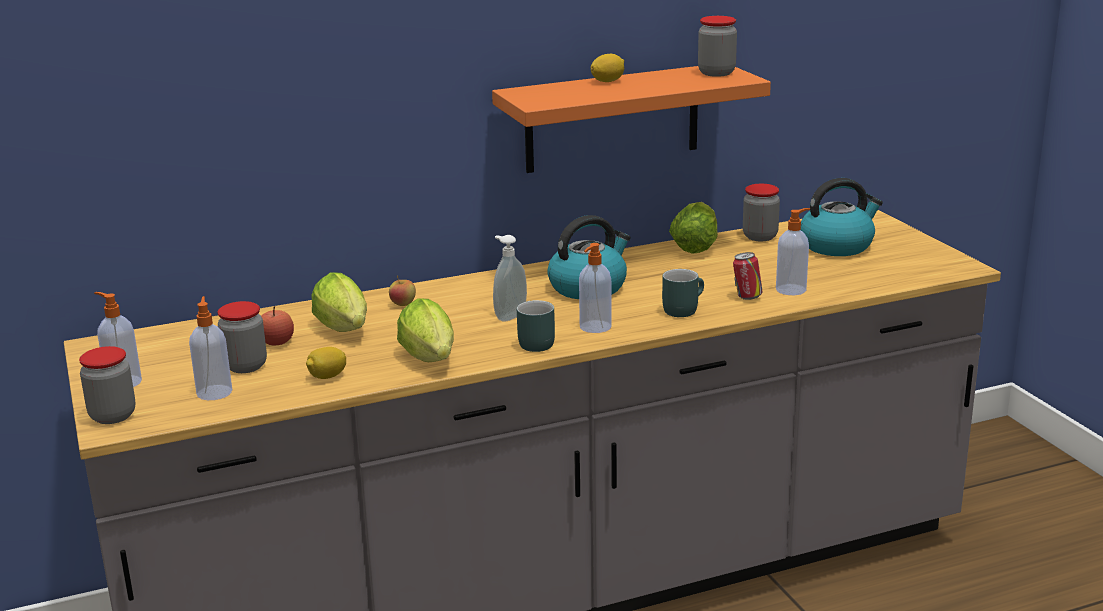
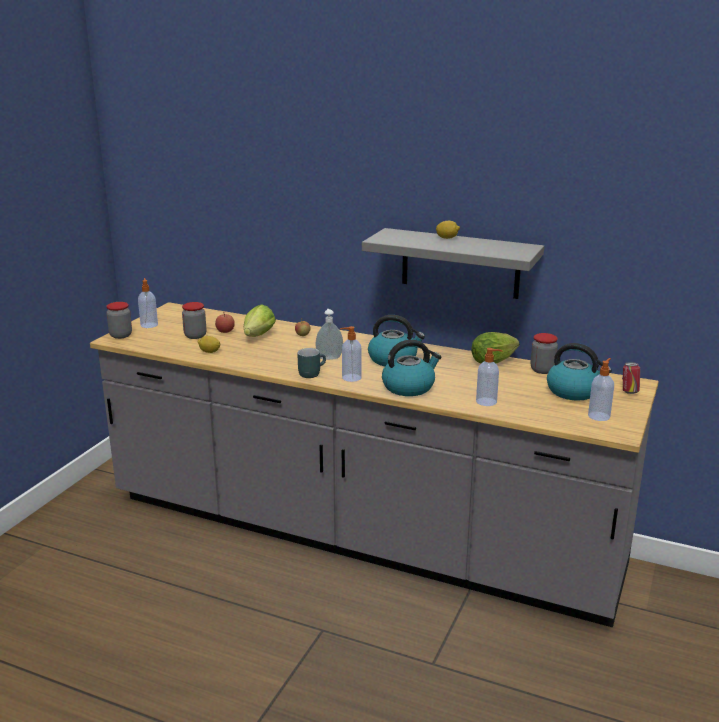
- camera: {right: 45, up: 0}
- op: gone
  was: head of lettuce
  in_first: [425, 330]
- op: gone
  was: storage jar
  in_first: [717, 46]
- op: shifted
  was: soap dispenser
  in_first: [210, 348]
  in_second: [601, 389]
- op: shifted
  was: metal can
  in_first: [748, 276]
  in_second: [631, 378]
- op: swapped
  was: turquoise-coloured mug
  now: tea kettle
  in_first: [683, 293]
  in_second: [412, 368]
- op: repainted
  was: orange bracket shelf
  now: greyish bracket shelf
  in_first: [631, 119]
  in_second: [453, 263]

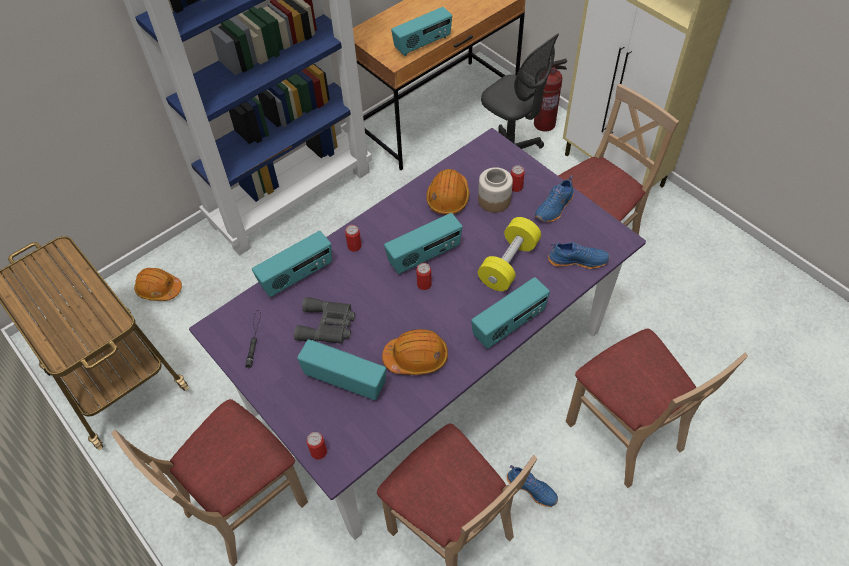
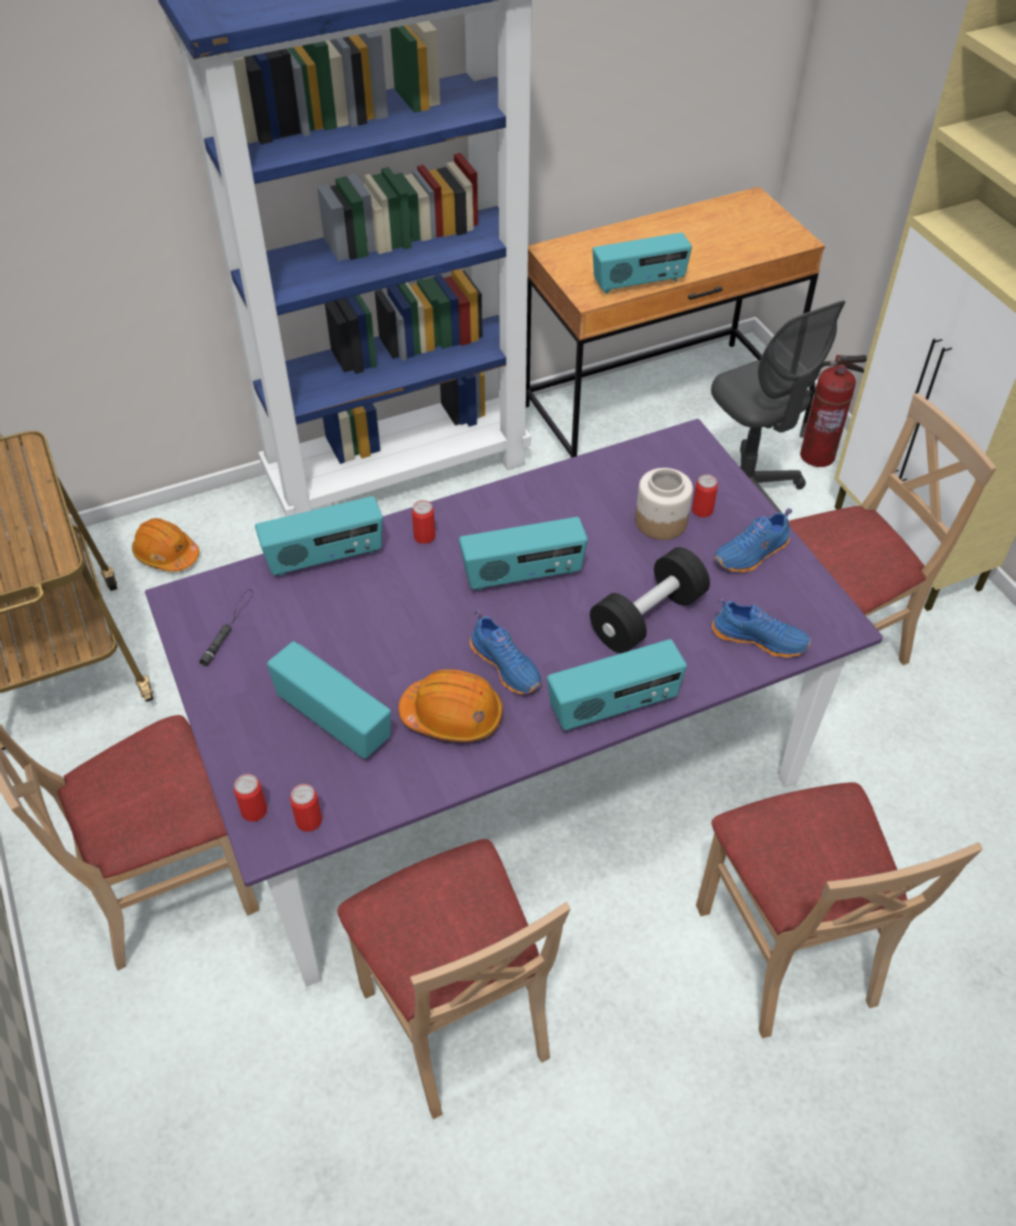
- camera: {right: 15, up: -5}
- op: gone
  was: greyish field glasses
  in_first: [324, 320]
- op: gone
  was: orange hard hat
  in_first: [447, 192]
- op: shifted
  was: metal can
  in_first: [424, 276]
  in_second: [306, 808]
- op: shifted
  was: blue low shoe
  in_first: [532, 486]
  in_second: [506, 652]
- op: repainted
  was: yellow-coloured free weight
  now: blackish free weight
  in_first: [509, 254]
  in_second: [650, 600]

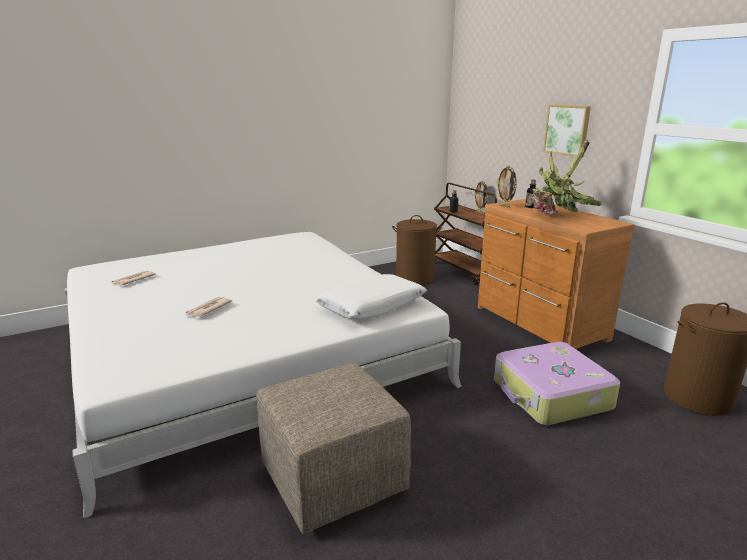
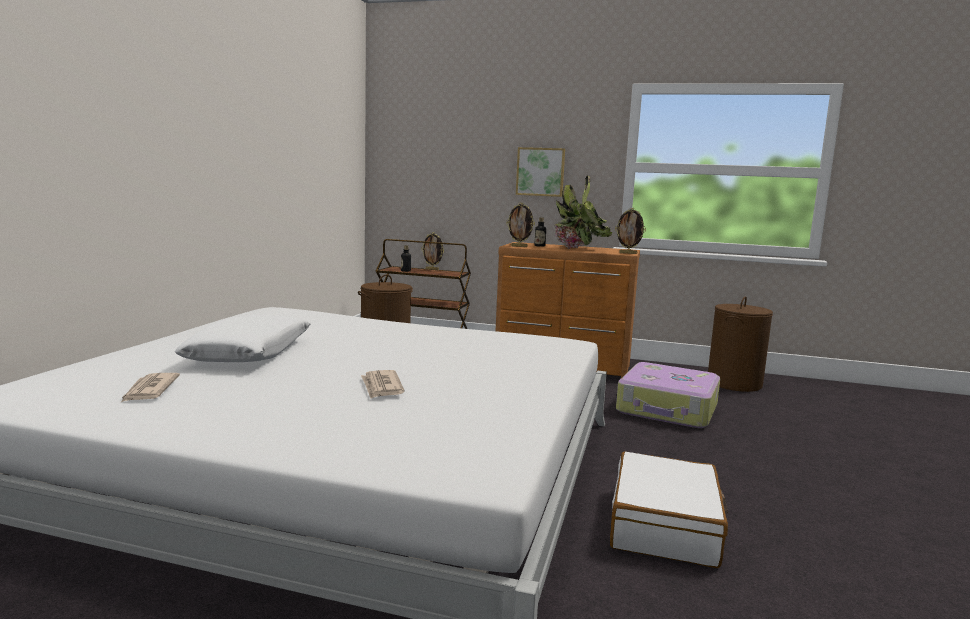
- camera: {right: -45, up: -10}
- op: new
  now: standing frame
  in_second: [630, 231]
- op: shifted
  was: whitish throw pillow
  in_first: [371, 296]
  in_second: [242, 338]
- op: swapped
  was: beige pouffe
  now: whitish piece of luggage
  in_first: [334, 449]
  in_second: [669, 510]

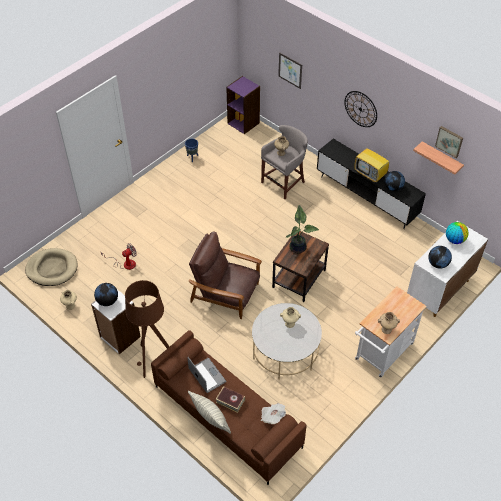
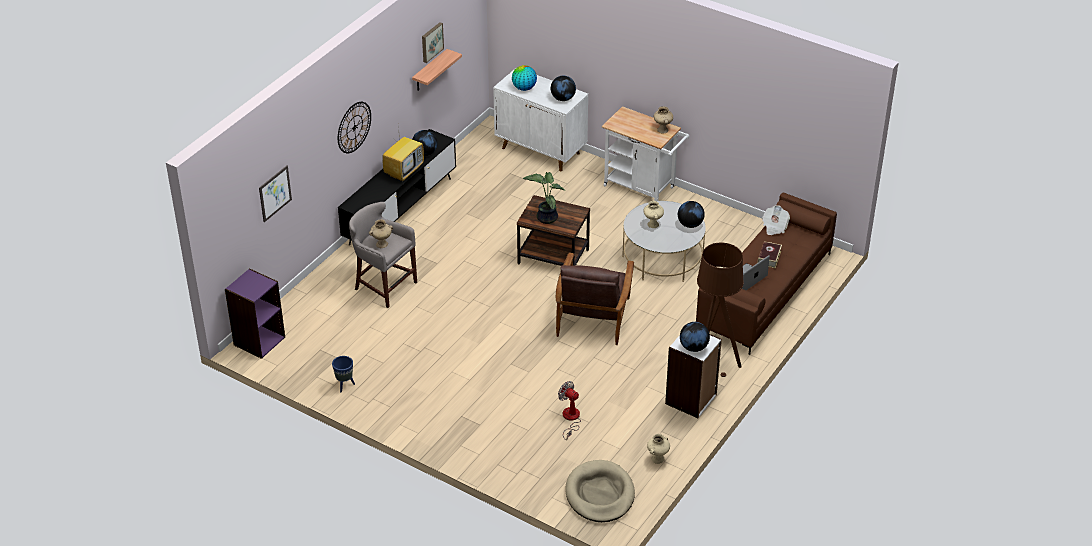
- camera: {right: -100, up: -10}
- op: gone
  was: throw pillow
  in_first: [209, 412]
- op: new
  now: world globe
  in_second: [691, 214]

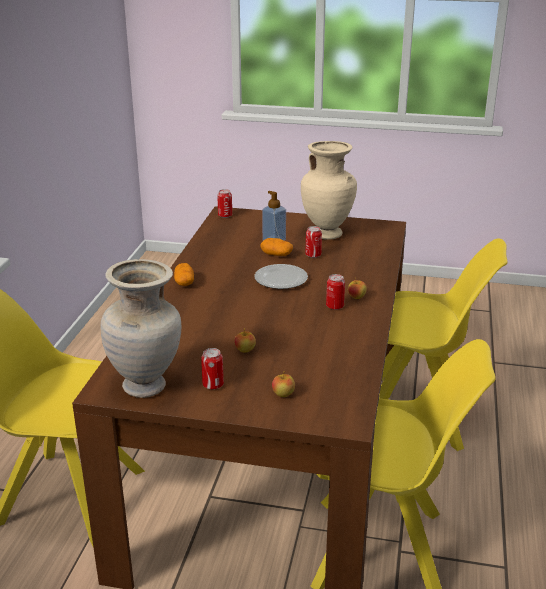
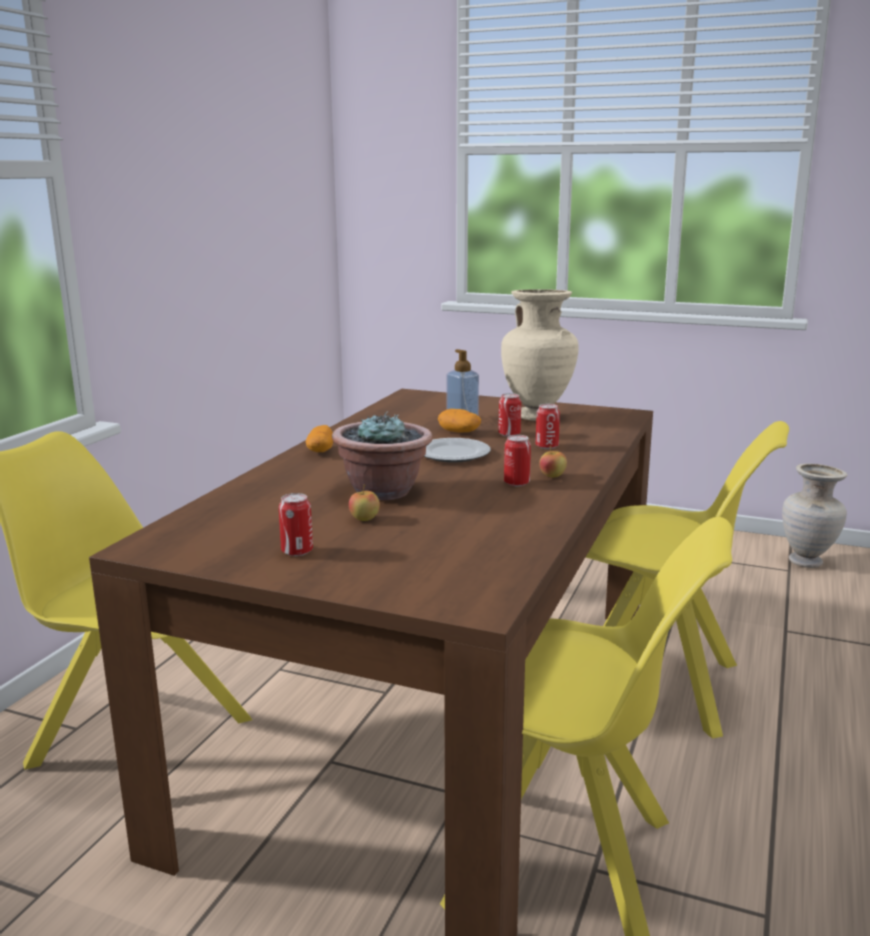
- camera: {right: 10, up: -10}
- op: gone
  was: whole apple
  in_first: [283, 384]
- op: new
  now: plant in a pot
  in_second: [382, 455]
- op: shifted
  was: beige vase
  in_first: [141, 328]
  in_second: [815, 515]
- op: shifted
  was: metal can
  in_first: [224, 203]
  in_second: [548, 426]

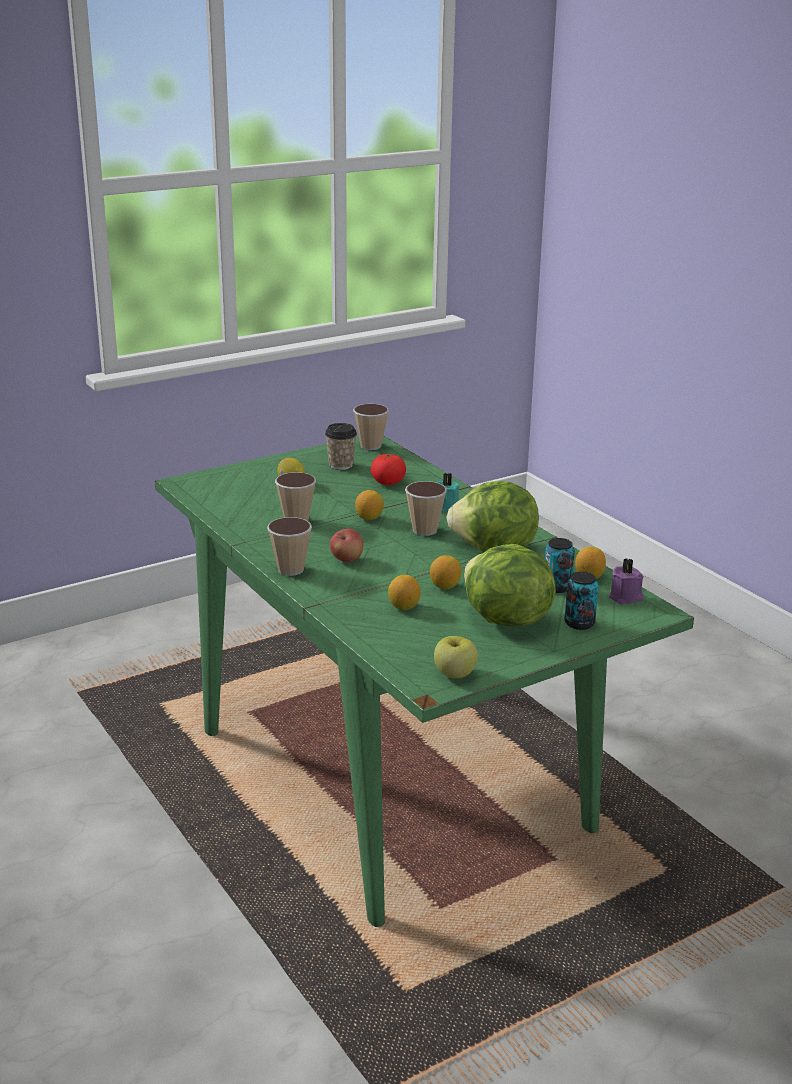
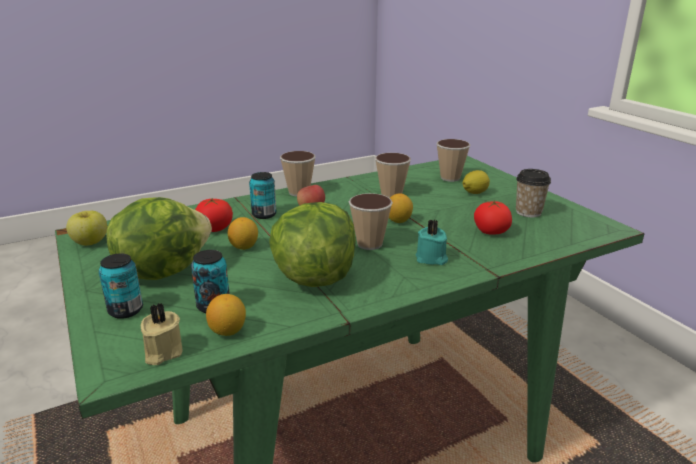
- camera: {right: 95, up: 0}
- op: new
  now: metal can
  in_second: [262, 195]
- op: shifted
  was: small cup
  in_first: [371, 427]
  in_second: [453, 160]
- op: swapped
  was: lemon
  now: fresh tomato
  in_first: [404, 592]
  in_second: [214, 215]
- op: repainted
  was: purple wax light
  now: beige wax light
  in_first: [626, 581]
  in_second: [162, 334]

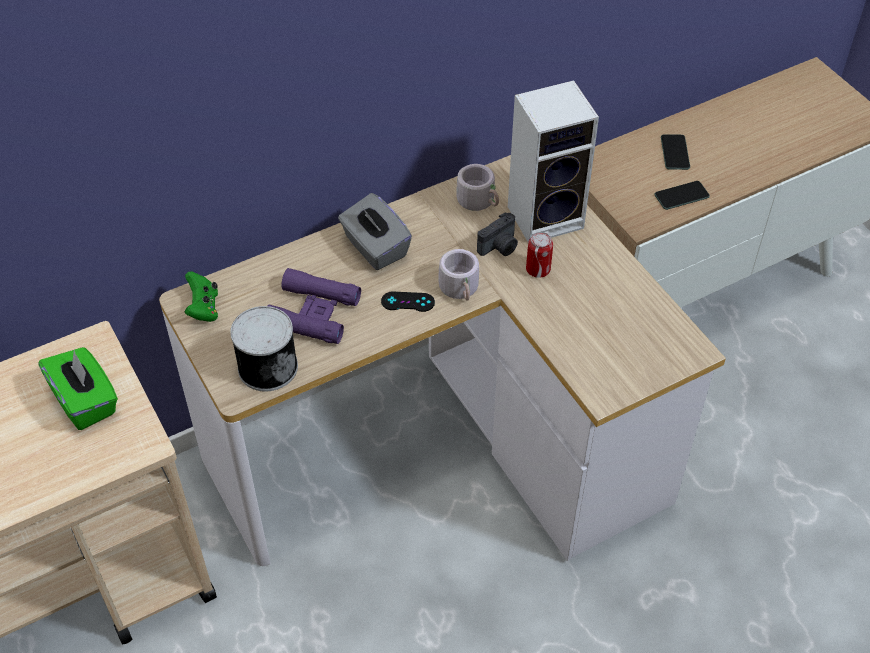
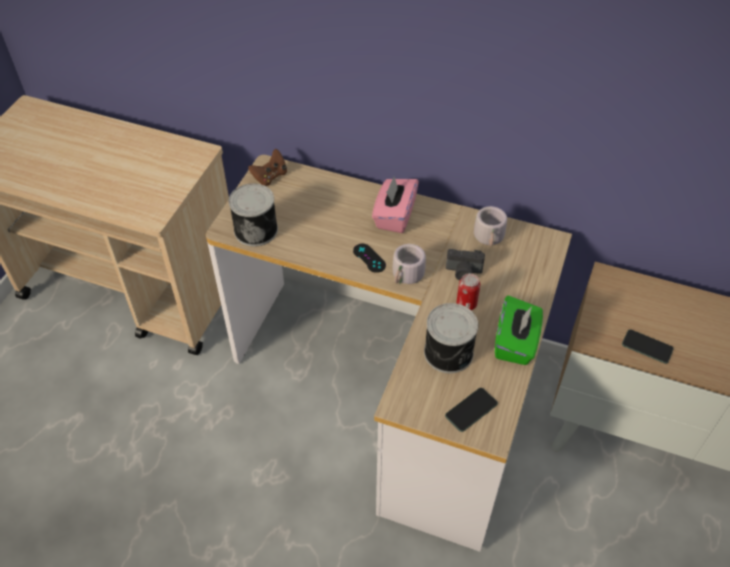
- camera: {right: 50, up: 0}
- op: gone
  was: purple field glasses
  in_first: [314, 306]
- op: gone
  was: audio speaker
  in_first: [553, 161]
- op: new
  now: metal can
  in_second: [451, 338]
- op: shifted
  was: green-coloured tissue box
  in_first: [78, 388]
  in_second: [519, 330]
- op: shifted
  was: handset
  in_first: [675, 152]
  in_second: [471, 410]
- op: repainted
  was: green-coloured gamepad
  now: brown gamepad
  in_first: [201, 296]
  in_second: [267, 167]
- op: repainted
  was: greyish tissue box
  now: pink-coloured tissue box
  in_first: [375, 231]
  in_second: [395, 205]

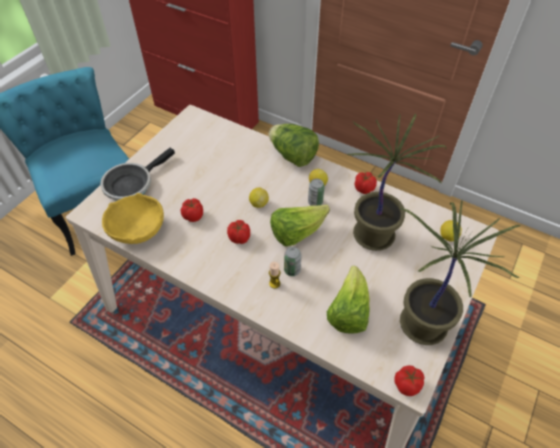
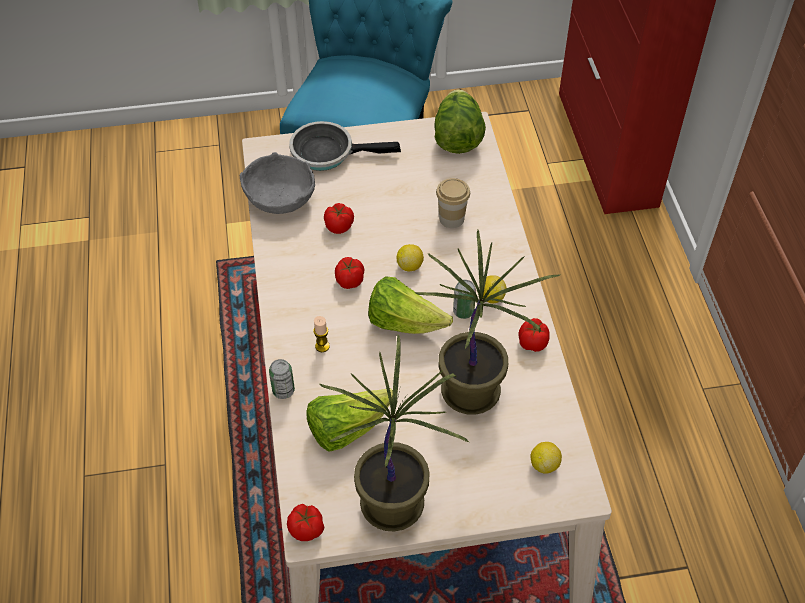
- camera: {right: 50, up: 0}
- op: new
  now: small cup
  in_second: [453, 203]
- op: shifted
  was: head of lettuce
  in_first: [294, 145]
  in_second: [460, 121]
- op: shifted
  was: metal can
  in_first: [293, 261]
  in_second: [282, 379]
- op: repainted
  was: yellow-coloured serving bowl
  now: greyish serving bowl
  in_first: [133, 218]
  in_second: [277, 183]

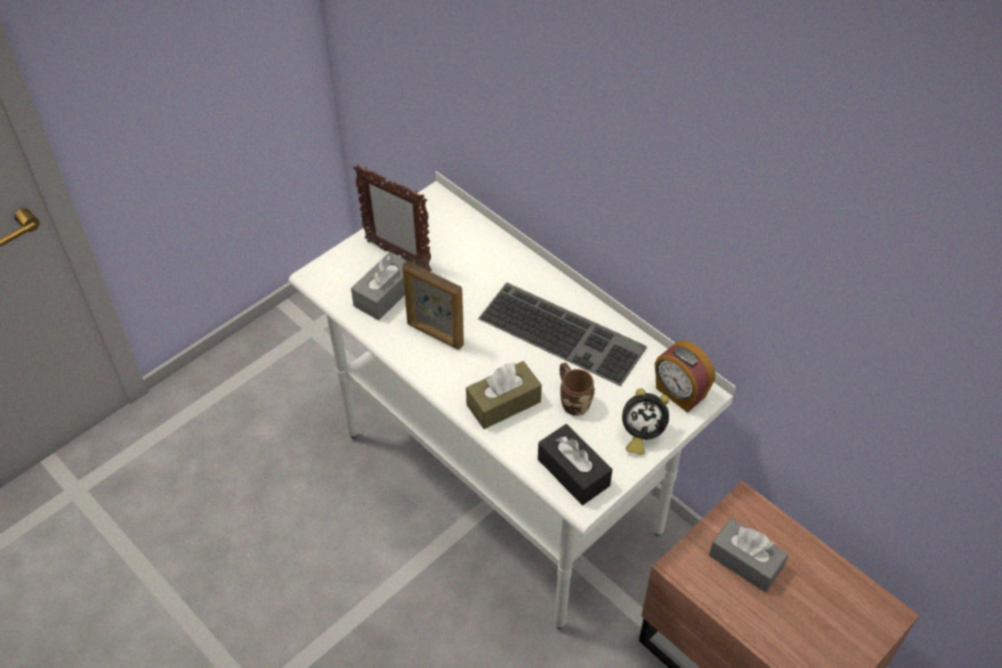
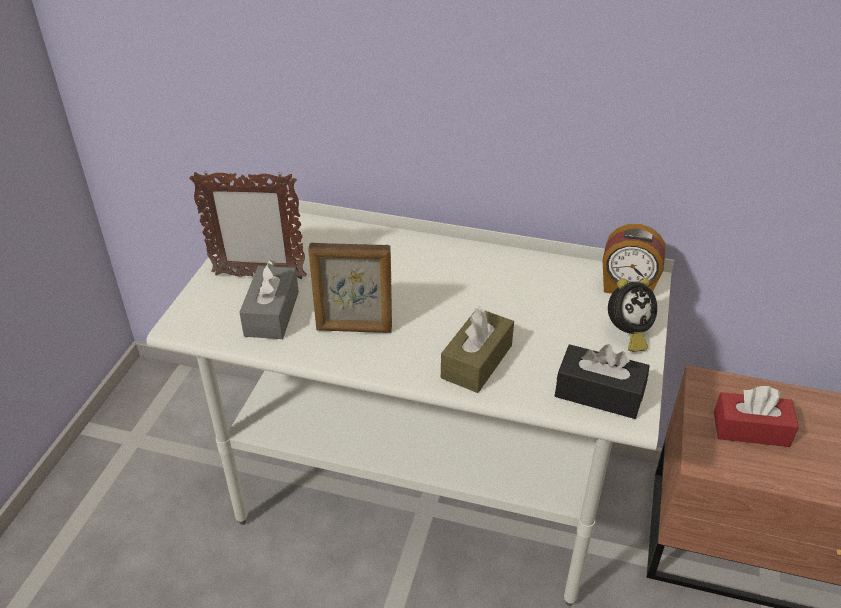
- camera: {right: -30, up: -10}
- op: gone
  was: computer keyboard
  in_first: [562, 334]
- op: gone
  was: brown mug
  in_first: [577, 389]
- op: repainted
  was: greyish tissue box
  now: red tissue box
  in_first: [748, 555]
  in_second: [756, 416]

